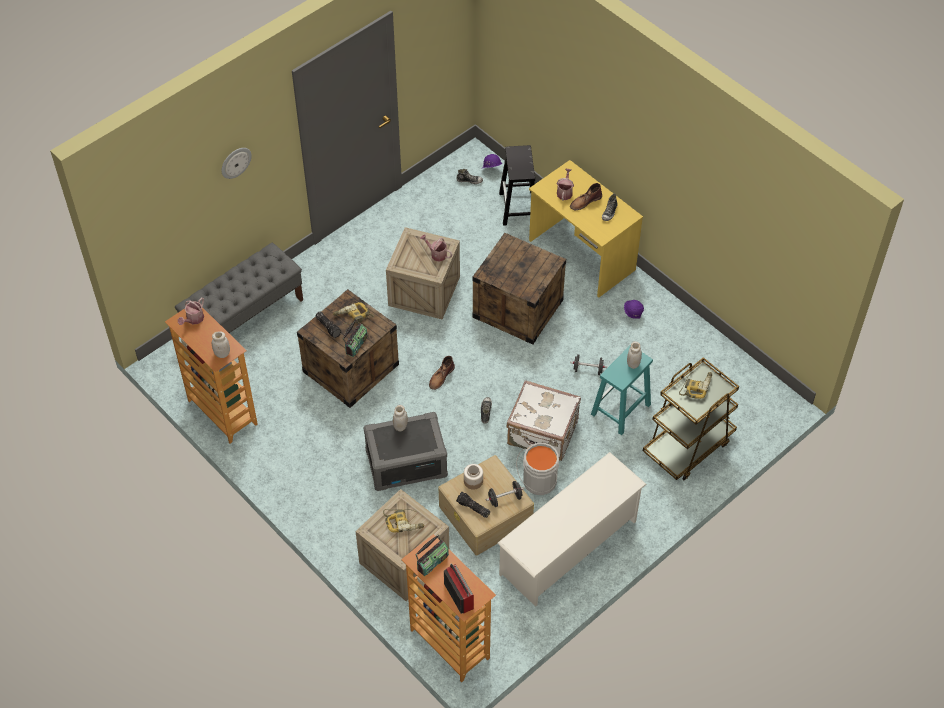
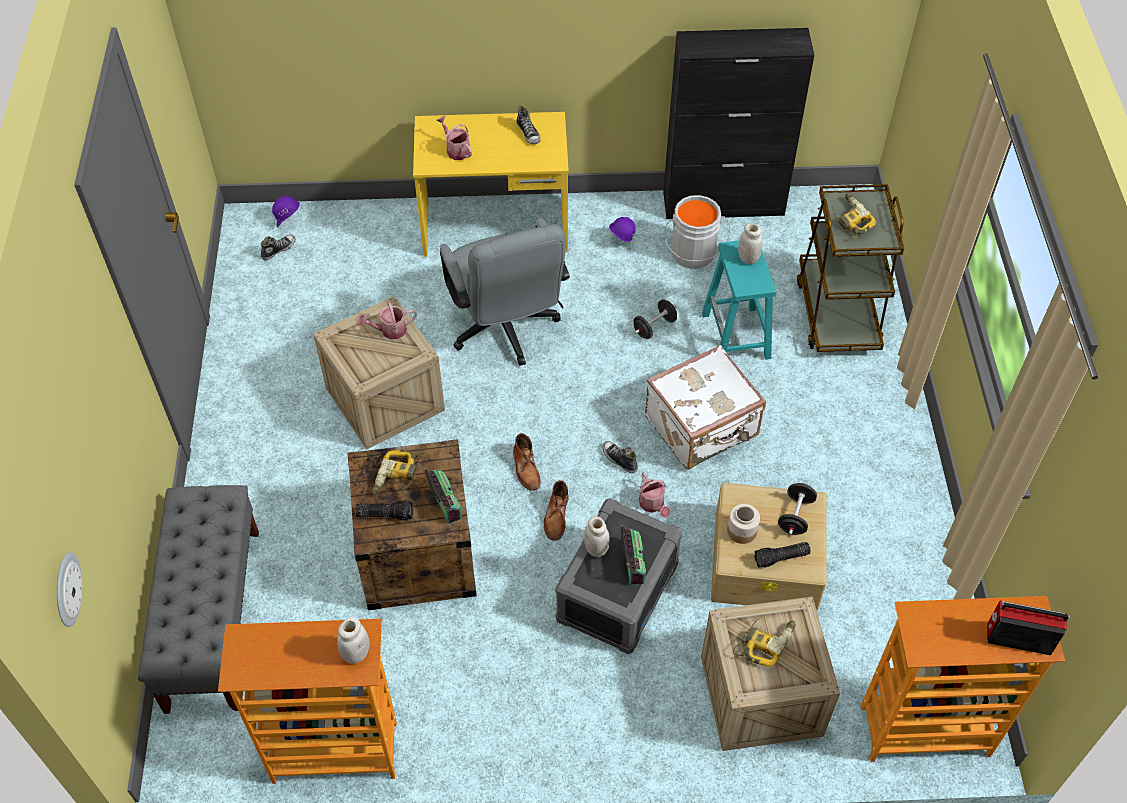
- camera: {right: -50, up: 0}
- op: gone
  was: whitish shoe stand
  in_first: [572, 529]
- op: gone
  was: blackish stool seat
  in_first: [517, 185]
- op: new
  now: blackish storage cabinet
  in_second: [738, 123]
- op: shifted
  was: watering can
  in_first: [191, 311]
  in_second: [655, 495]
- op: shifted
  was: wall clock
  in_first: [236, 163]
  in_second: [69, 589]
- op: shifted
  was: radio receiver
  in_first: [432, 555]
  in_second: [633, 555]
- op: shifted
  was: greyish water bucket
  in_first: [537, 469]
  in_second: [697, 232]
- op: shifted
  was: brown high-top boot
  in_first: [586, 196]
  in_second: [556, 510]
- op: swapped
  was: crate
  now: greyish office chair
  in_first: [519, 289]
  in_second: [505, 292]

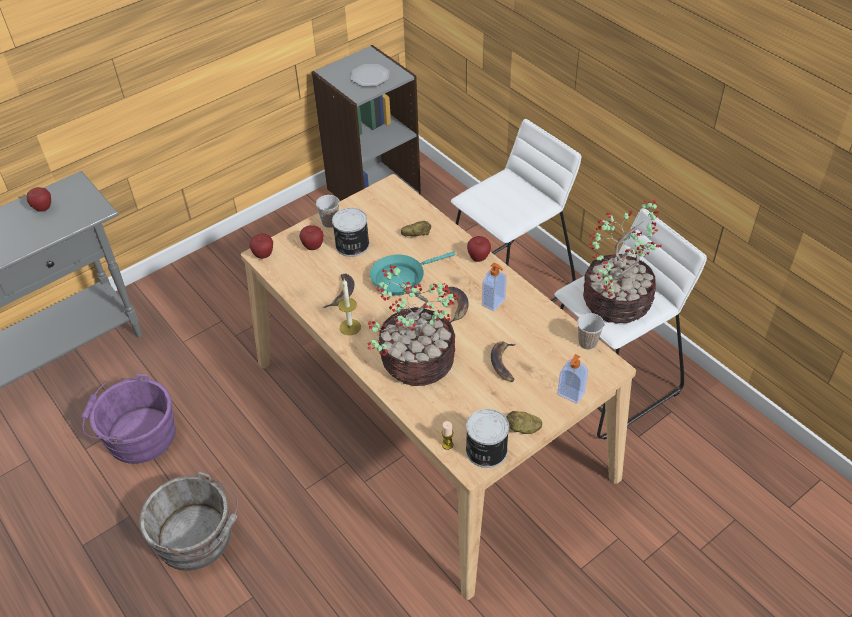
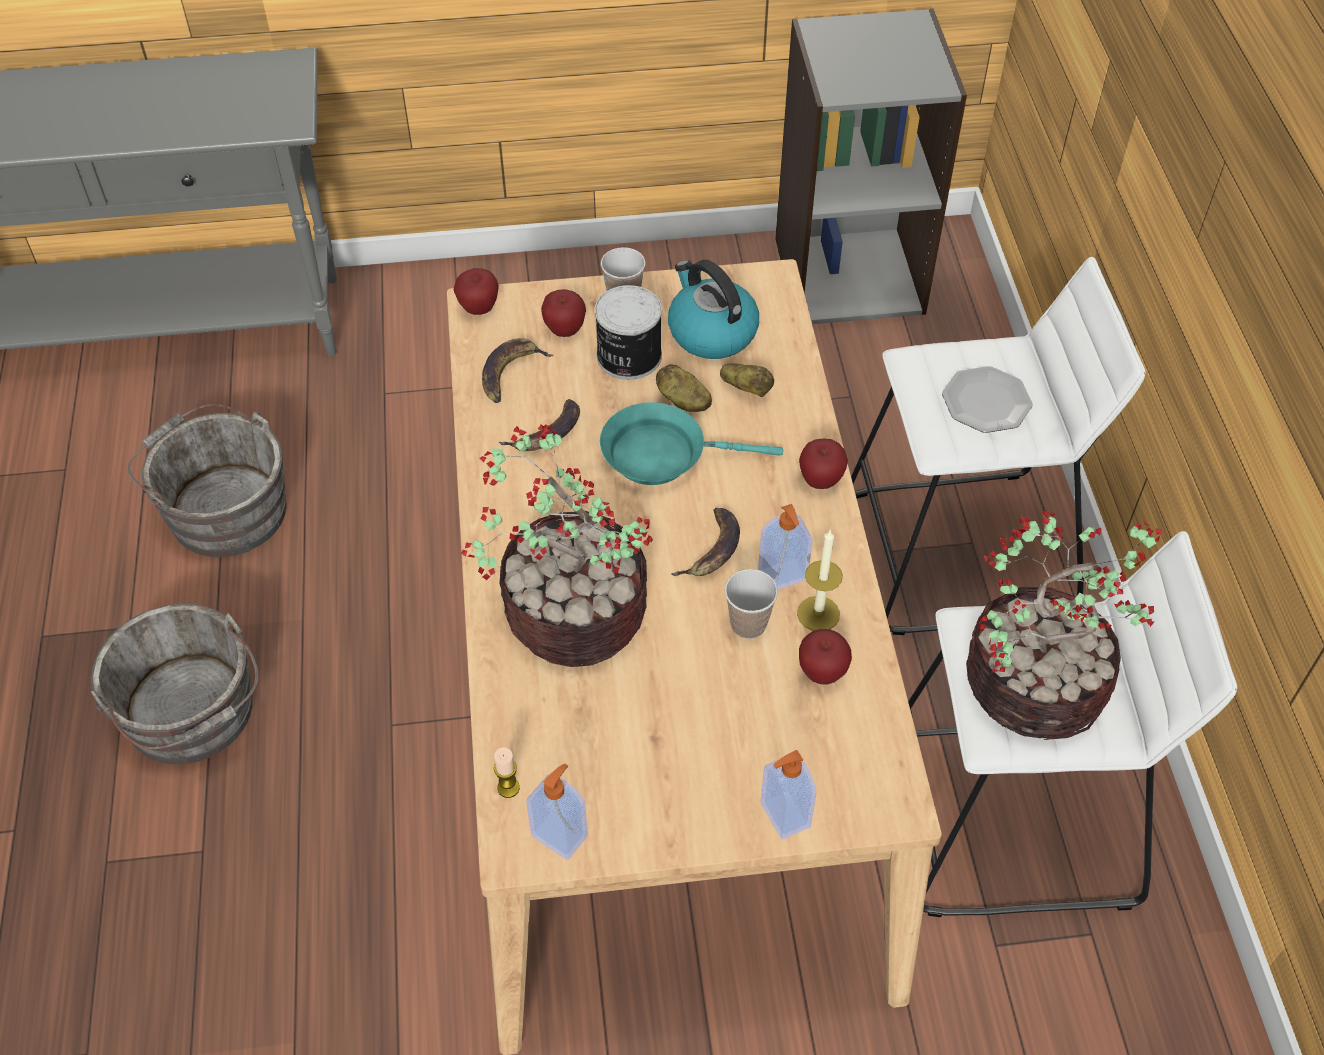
- camera: {right: 30, up: 5}
- op: new
  now: tea kettle
  in_second: [713, 309]
- op: shifted
  was: whole apple
  in_first: [39, 199]
  in_second: [825, 657]
- op: shifted
  was: wax light
  in_first: [349, 307]
  in_second: [820, 580]
- op: shifted
  was: flat dish
  in_first: [370, 75]
  in_second: [987, 399]
- op: shifted
  was: banana fruit
  in_first: [503, 361]
  in_second: [517, 370]
- op: shifted
  was: spud
  in_first: [524, 422]
  in_second: [684, 388]
- op: shifted
  was: small cup
  in_first: [590, 331]
  in_second: [751, 604]
- op: swapped
  was: metal can
  now: soap dispenser
  in_first: [487, 438]
  in_second: [557, 811]
- op: repainted
  was: purple water bucket
  now: greyish water bucket
  in_first: [128, 418]
  in_second: [207, 480]

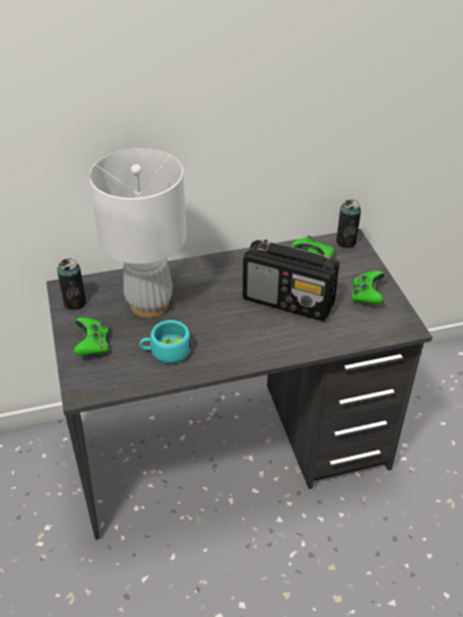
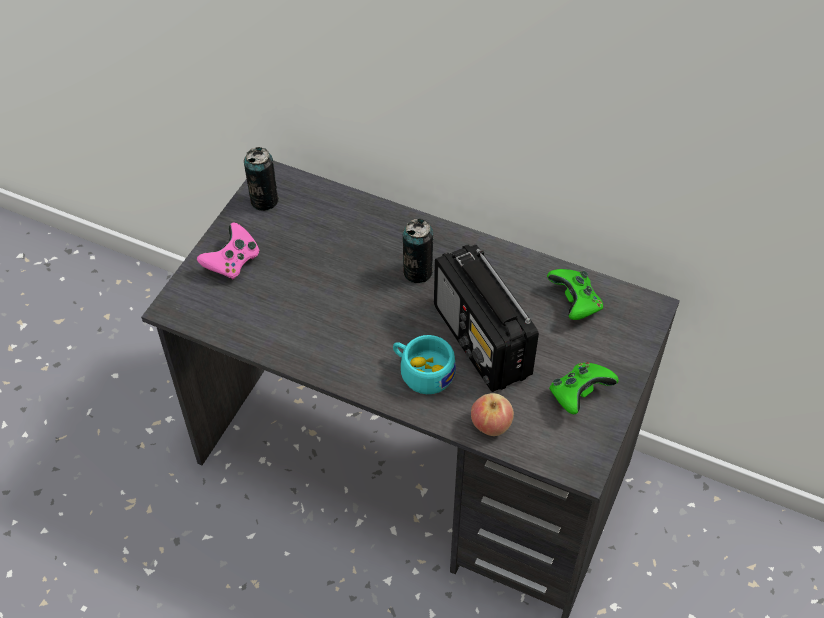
- camera: {right: 40, up: 10}
- op: gone
  was: whitish lamp for a table
  in_first: [138, 233]
- op: new
  now: whole apple
  in_second: [492, 414]
- op: shifted
  was: turquoise-coloured small cup
  in_first: [165, 341]
  in_second: [424, 364]
- op: shifted
  was: metal can
  in_first: [348, 224]
  in_second: [418, 251]
- op: repainted
  was: green-coloured gamepad
  now: pink-coloured gamepad
  in_first: [91, 336]
  in_second: [228, 251]

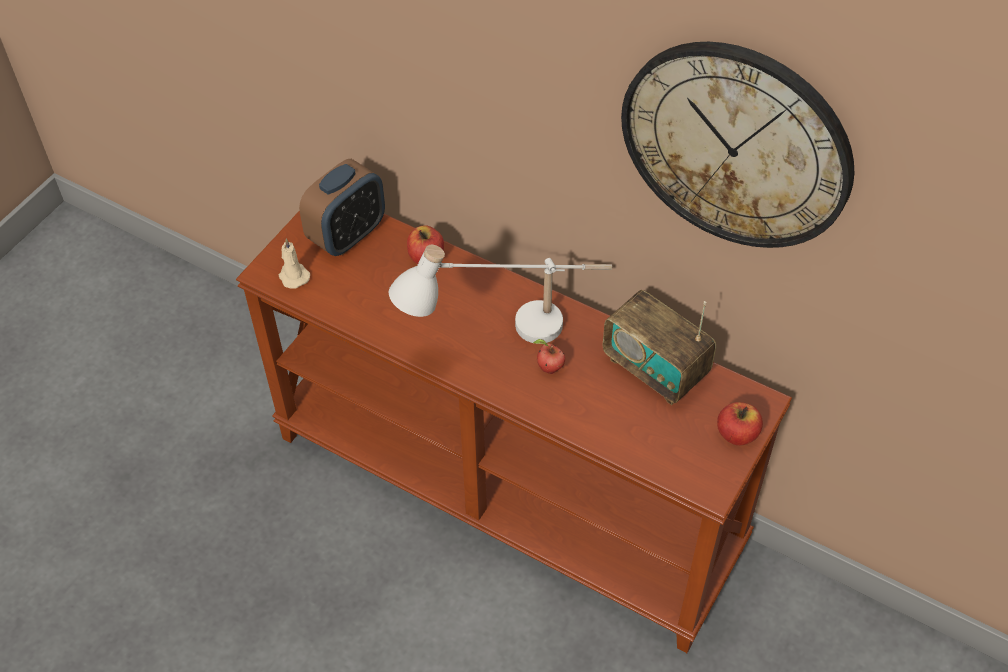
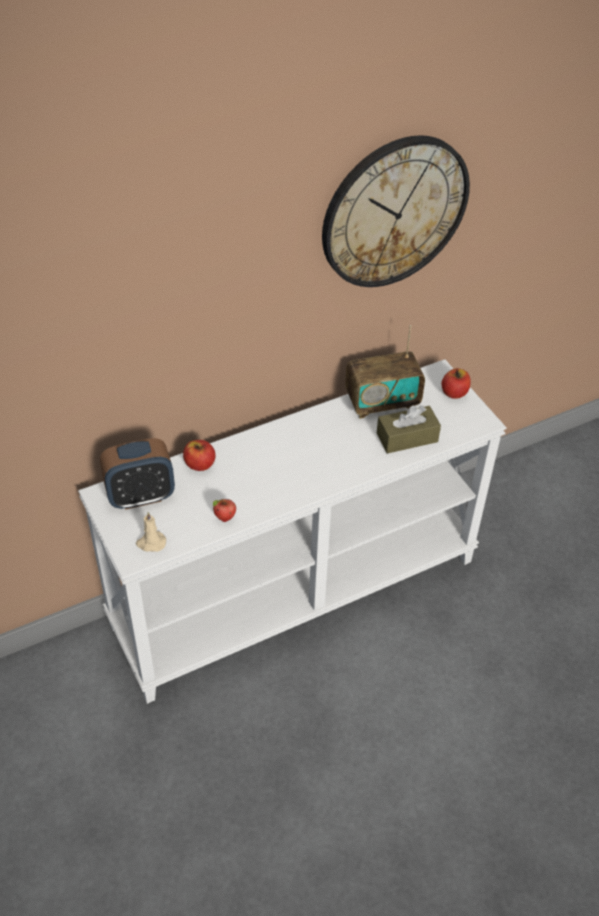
- camera: {right: -60, up: -5}
- op: gone
  was: whitish lamp for a table
  in_first: [500, 294]
- op: new
  now: brown tissue box
  in_second: [409, 429]
- op: shifted
  was: whole apple
  in_first: [549, 356]
  in_second: [224, 510]
- op: repainted
  was: brown narrow table
  now: whitish narrow table
  in_first: [514, 431]
  in_second: [292, 531]
- op: rotated
  was: table clock
  in_first: [342, 207]
  in_second: [137, 474]
  clockwise: 90

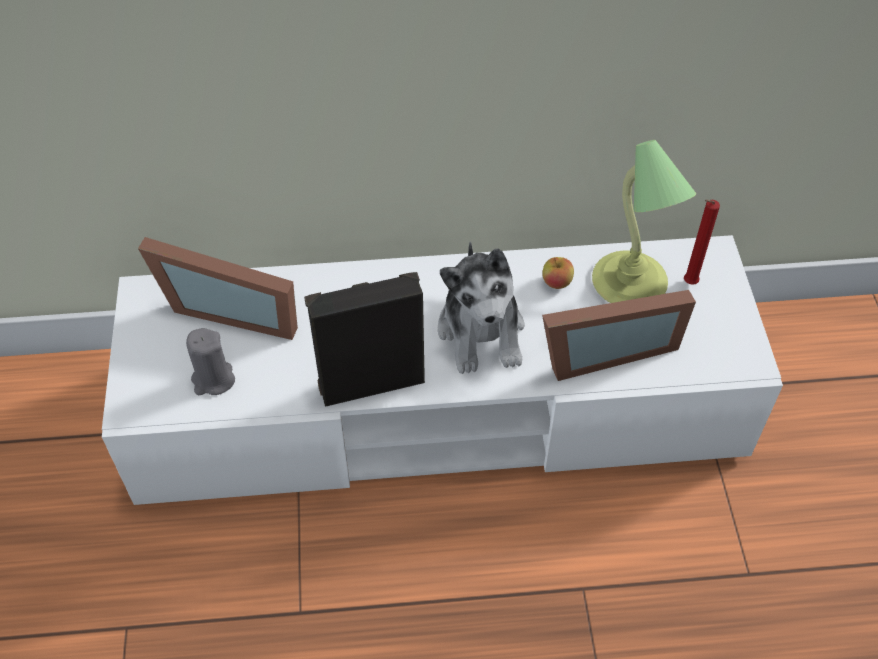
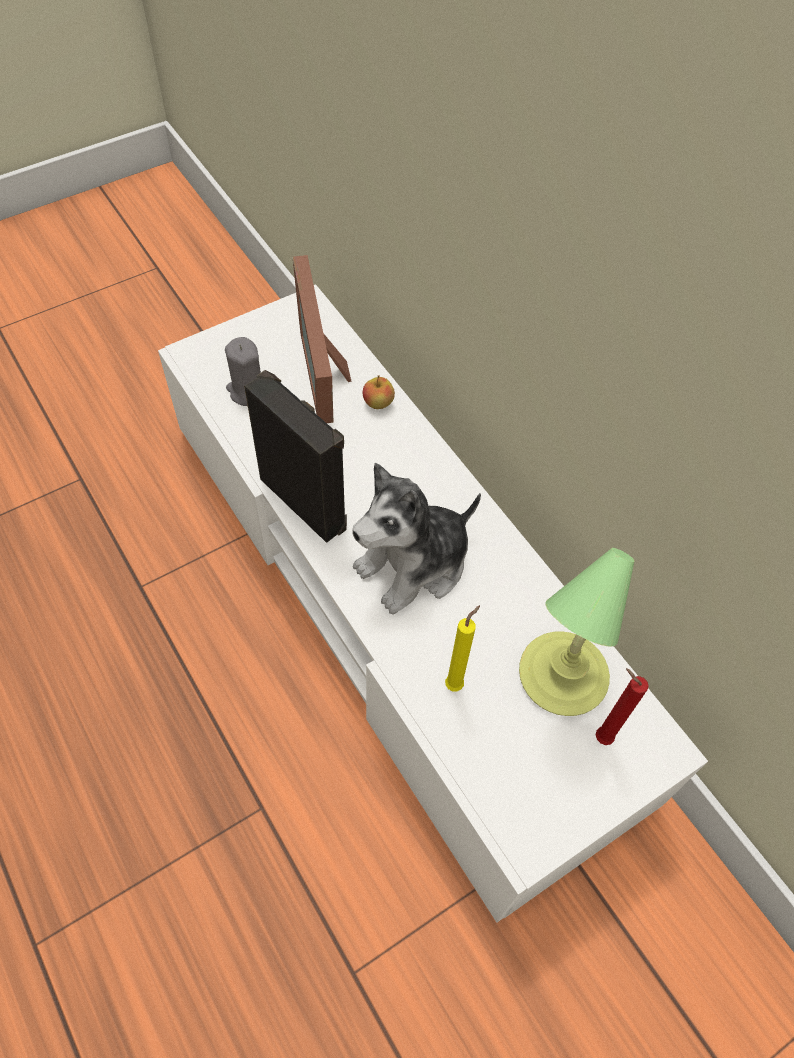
- camera: {right: 60, up: 5}
- op: shifted
  was: whole apple
  in_first: [558, 273]
  in_second: [379, 392]
- op: swapped
  was: standing frame
  now: yellow-coloured wax light
  in_first: [619, 335]
  in_second: [462, 648]

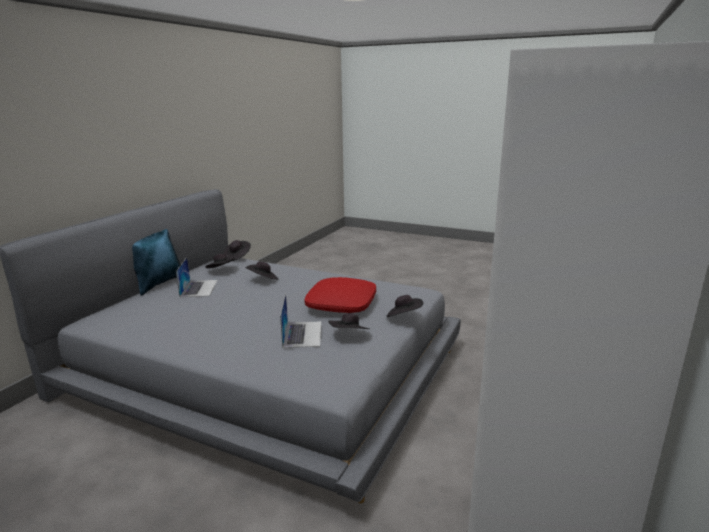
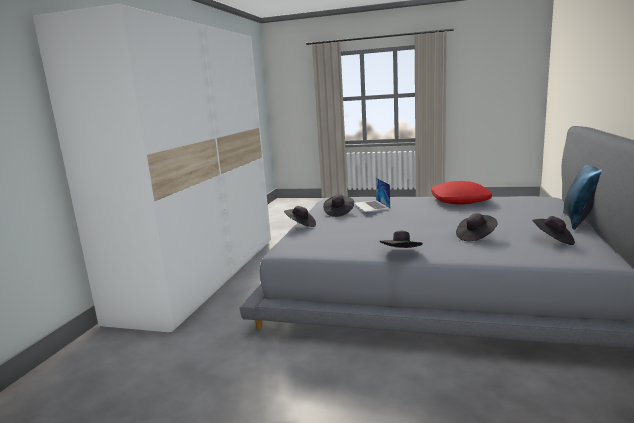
- camera: {right: 170, up: -5}
- op: gone
  was: portable computer
  in_first: [197, 277]
- op: shifted
  was: blackish clothing hat
  in_first: [237, 250]
  in_second: [401, 239]
- op: shifted
  was: red throw pillow
  in_first: [340, 295]
  in_second: [461, 193]

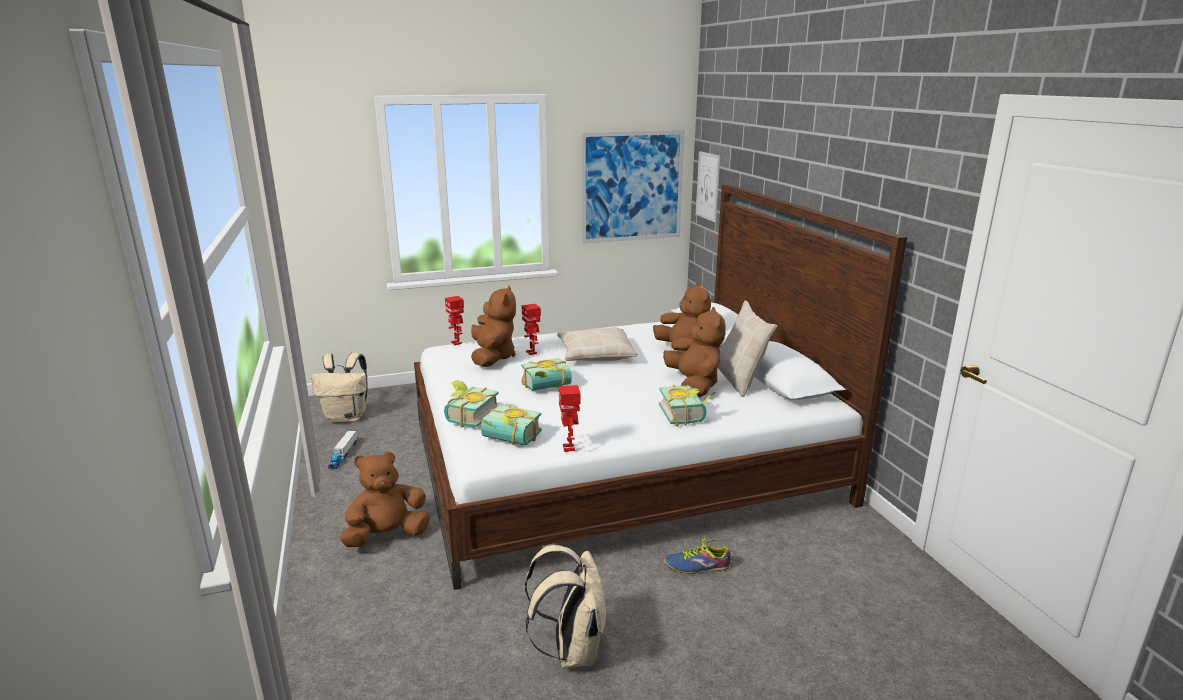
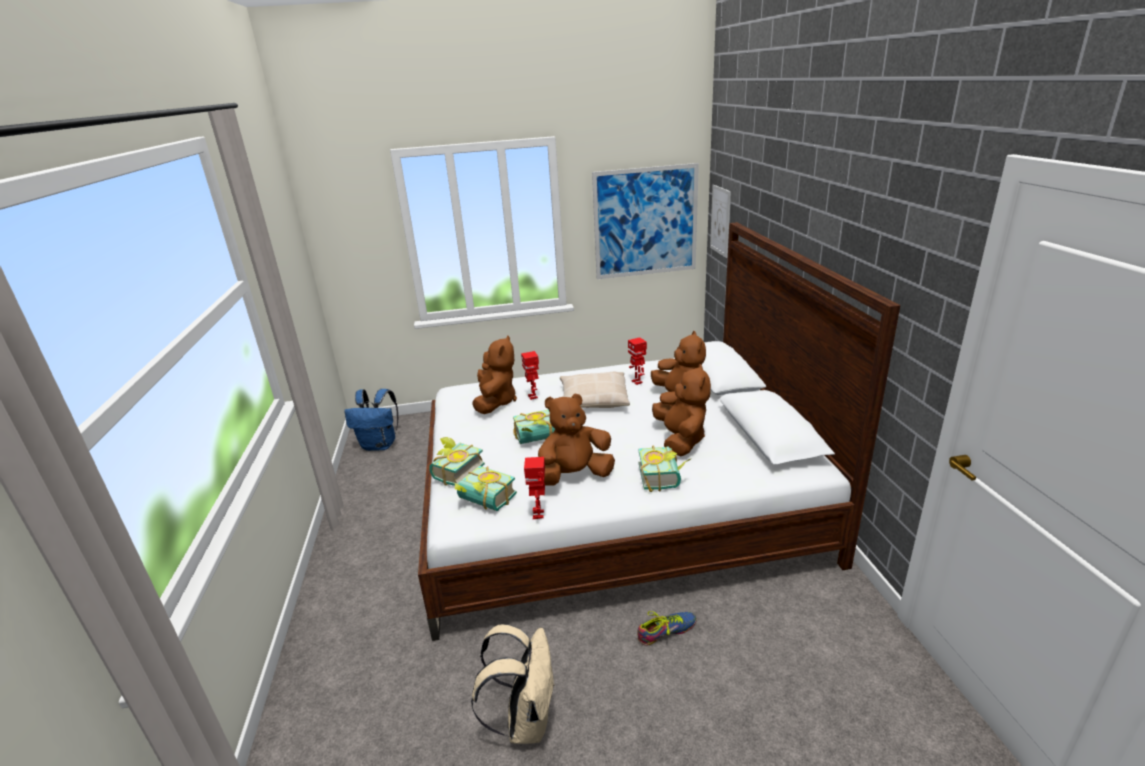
- camera: {right: 10, up: 5}
- op: gone
  was: toy truck
  in_first: [343, 450]
- op: gone
  was: beige throw pillow
  in_first: [747, 349]
- op: shifted
  was: brown plush toy
  in_first: [385, 499]
  in_second: [576, 439]
- op: shifted
  was: robot figure
  in_first: [454, 320]
  in_second: [637, 361]
- op: repainted
  was: beige rucksack
  now: blue rucksack
  in_first: [339, 388]
  in_second: [371, 420]
- op: rotated
  was: low shoe
  in_first: [697, 555]
  in_second: [666, 628]
  clockwise: 150

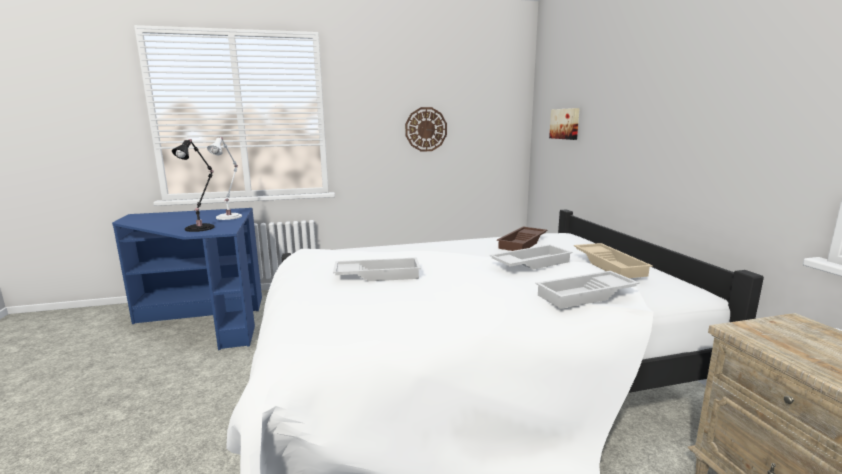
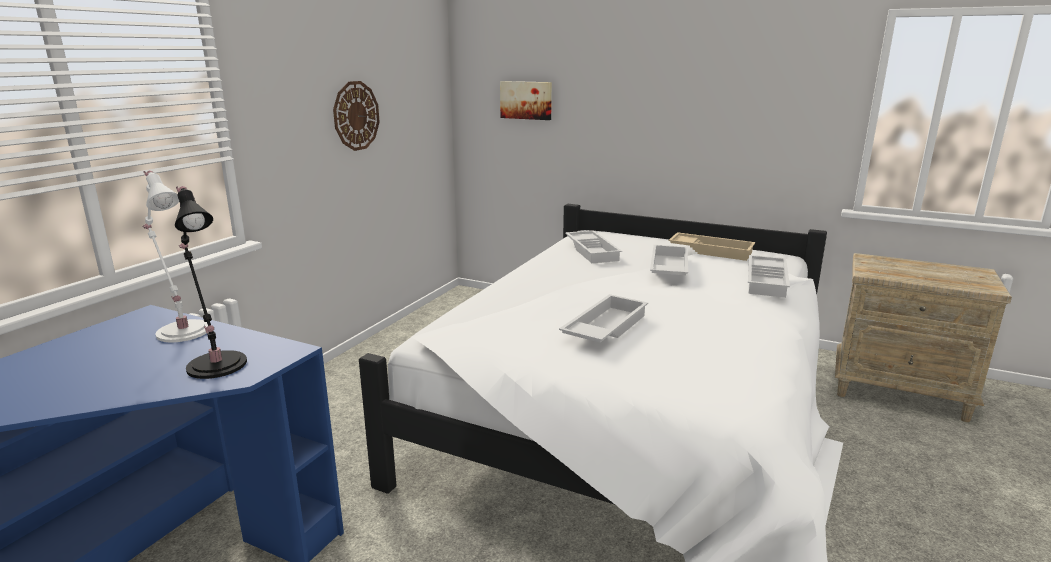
- camera: {right: -50, up: 5}
- op: repainted
  was: brown tray
  now: whitish tray
  in_first: [522, 239]
  in_second: [593, 246]

